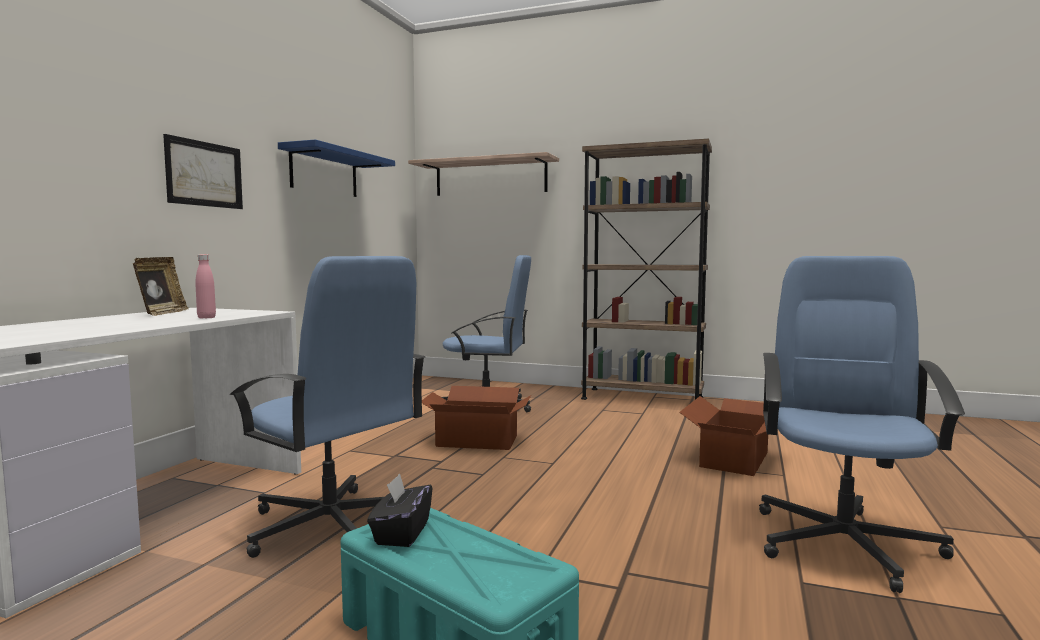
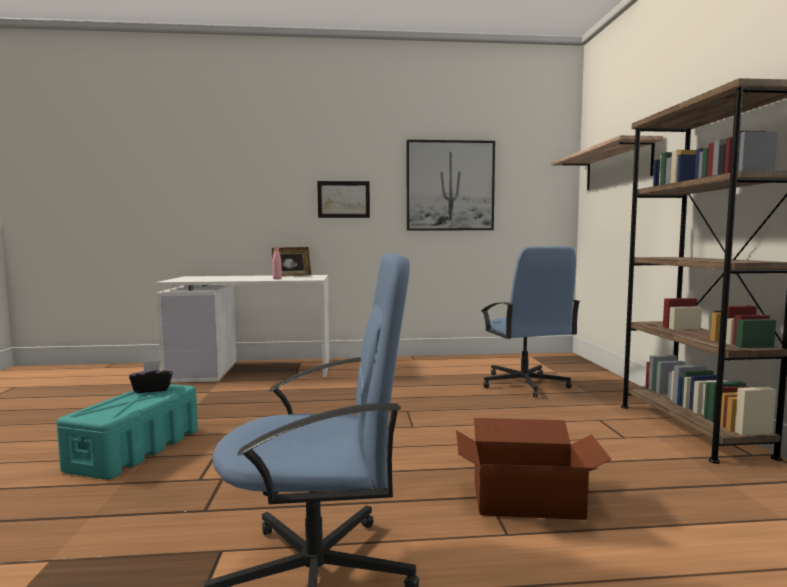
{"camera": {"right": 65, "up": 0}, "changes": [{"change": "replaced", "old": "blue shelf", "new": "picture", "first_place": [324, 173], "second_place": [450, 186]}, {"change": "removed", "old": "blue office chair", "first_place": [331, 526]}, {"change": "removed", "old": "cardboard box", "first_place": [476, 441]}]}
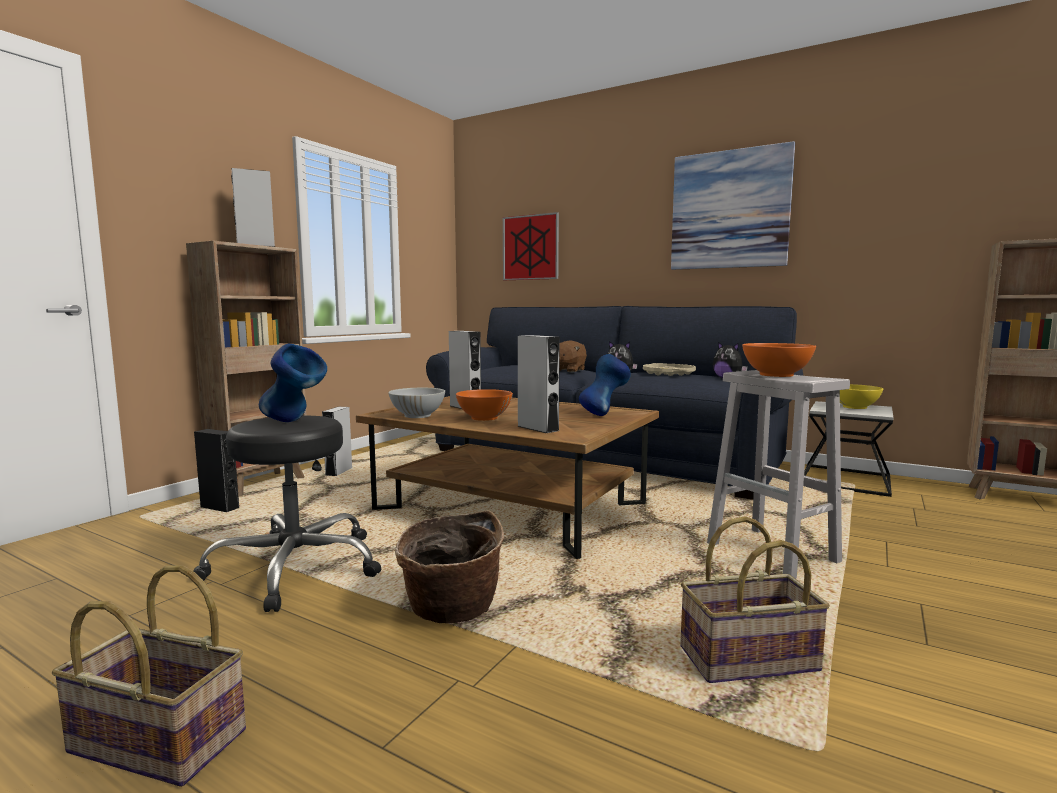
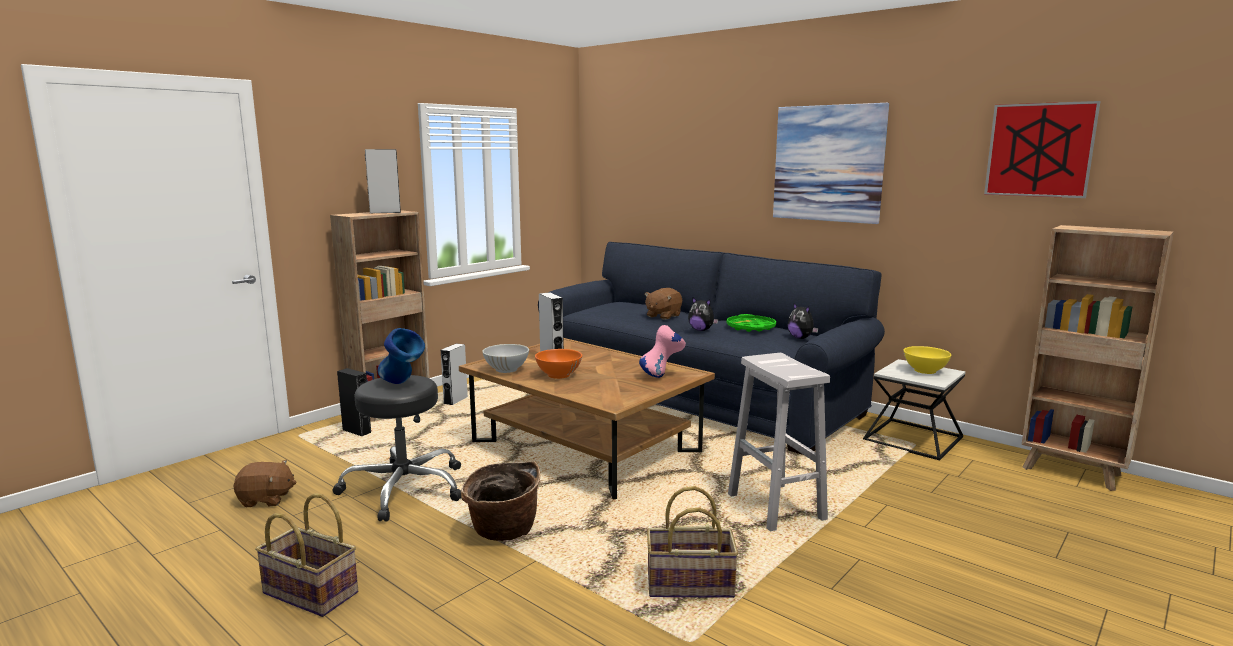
{"camera": {"right": 10, "up": 5}, "changes": [{"change": "moved", "old": "picture", "first_place": [530, 247], "second_place": [1039, 150]}, {"change": "removed", "old": "grey speaker", "first_place": [538, 428]}, {"change": "removed", "old": "orange bowl", "first_place": [776, 375]}, {"change": "recoloured", "old": "blue vase", "new": "pink vase", "first_place": [604, 415], "second_place": [662, 376]}, {"change": "recoloured", "old": "beige tray", "new": "green tray", "first_place": [668, 374], "second_place": [750, 327]}, {"change": "added", "new": "brown plush toy", "second_place": [266, 499]}]}
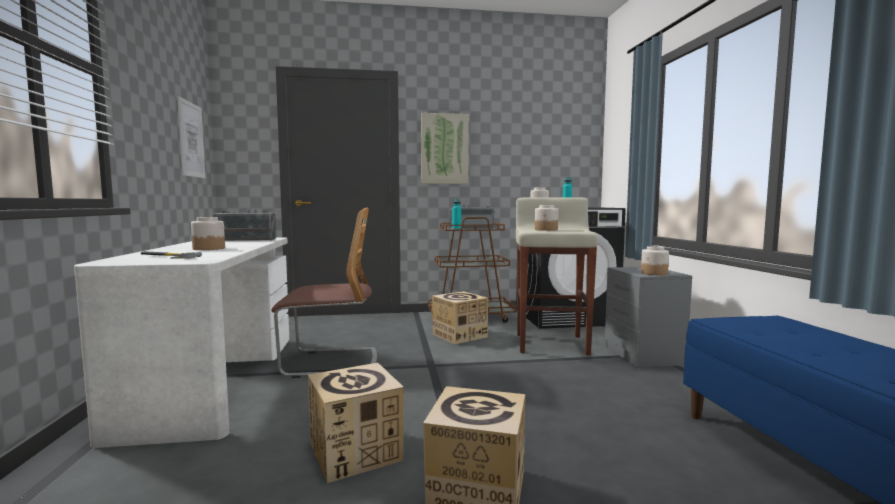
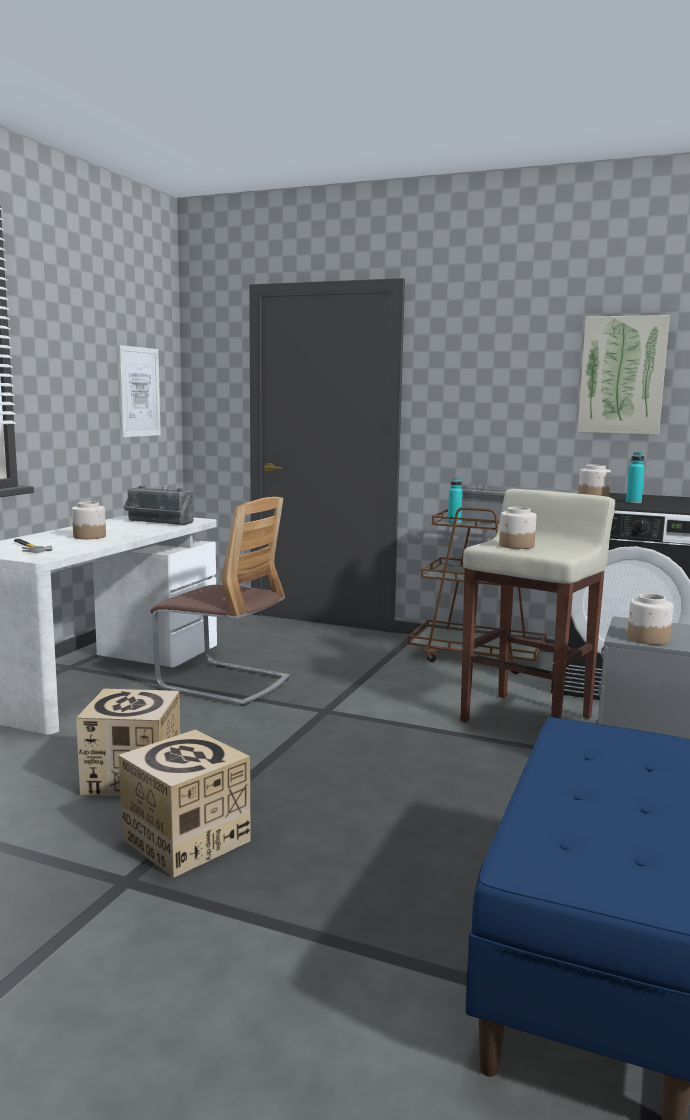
{"camera": {"right": 30, "up": 5}, "changes": [{"change": "moved", "old": "picture", "first_place": [444, 149], "second_place": [622, 375]}, {"change": "removed", "old": "cardboard box", "first_place": [459, 335]}]}
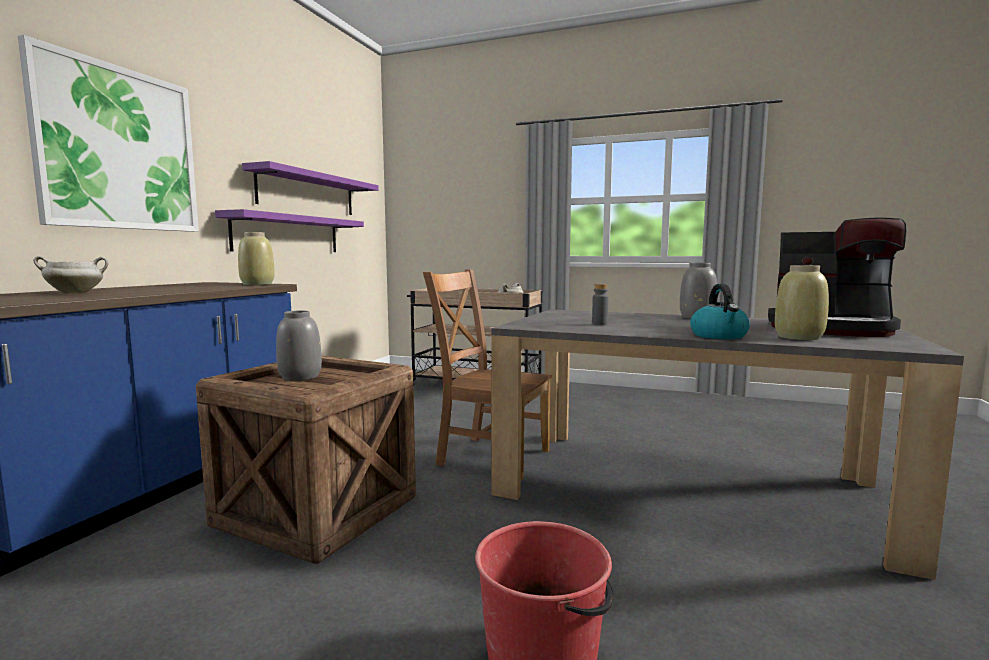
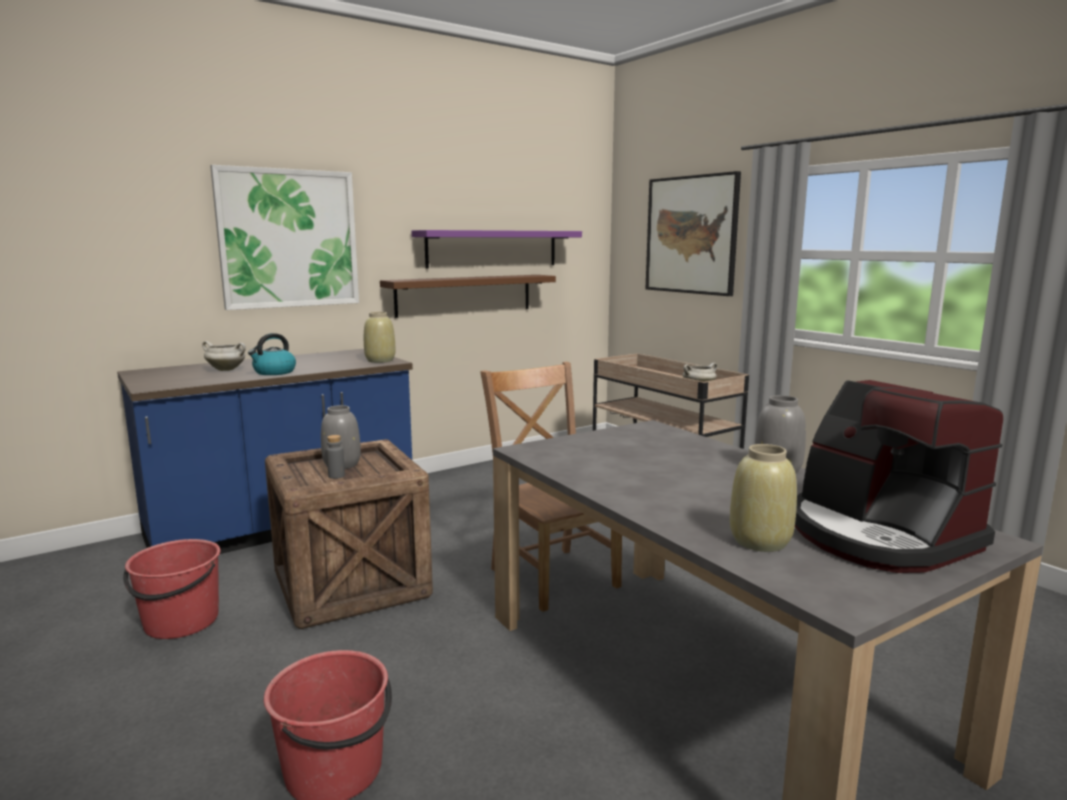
{"camera": {"right": 35, "up": 5}, "changes": [{"change": "recoloured", "old": "purple shelf", "new": "brown shelf", "first_place": [288, 234], "second_place": [465, 295]}, {"change": "moved", "old": "grey bottle", "first_place": [599, 323], "second_place": [336, 476]}, {"change": "moved", "old": "kettle", "first_place": [719, 336], "second_place": [274, 372]}, {"change": "added", "new": "picture", "second_place": [691, 235]}, {"change": "added", "new": "red bucket", "second_place": [181, 622]}]}
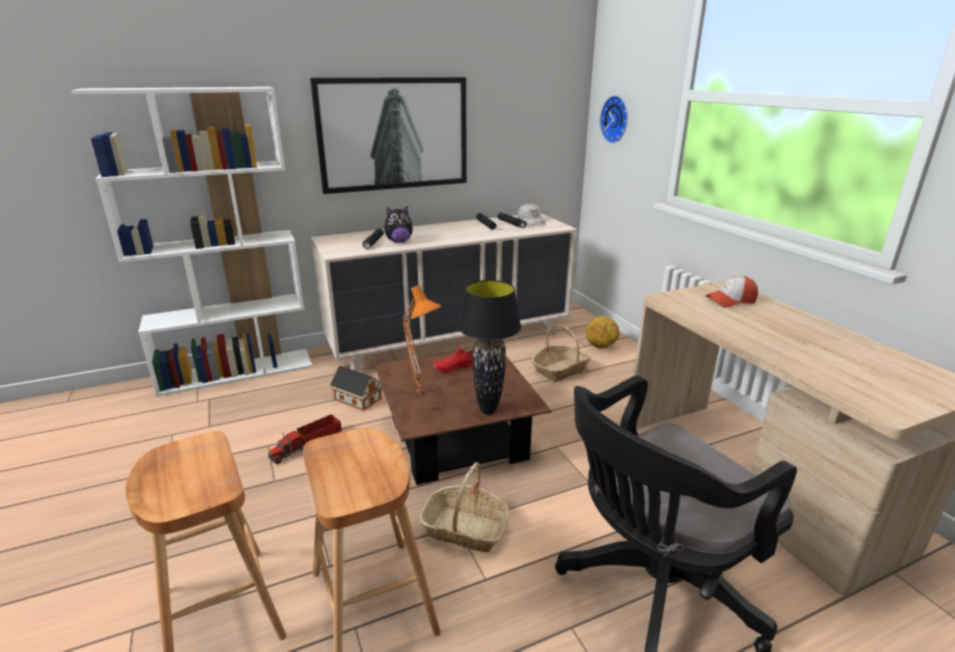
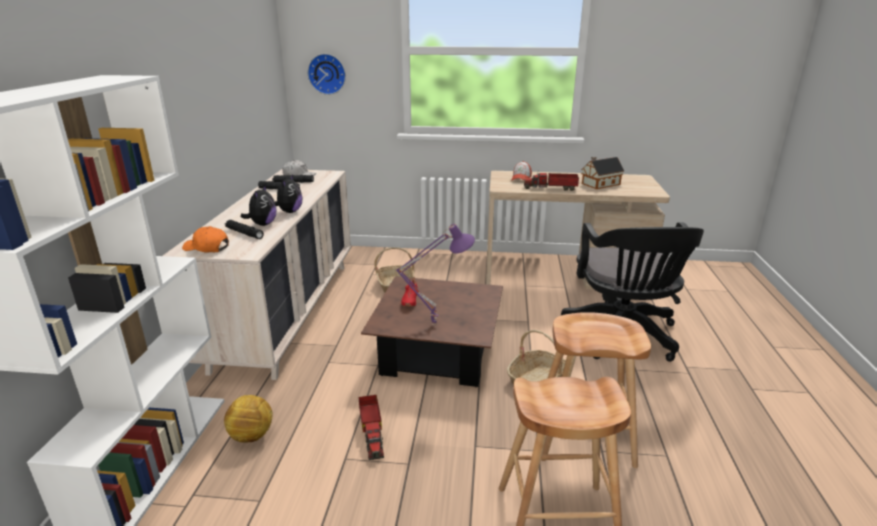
{"camera": {"right": -60, "up": 0}, "changes": [{"change": "removed", "old": "picture", "first_place": [394, 134]}, {"change": "removed", "old": "black table lamp", "first_place": [487, 410]}, {"change": "recoloured", "old": "orange table lamp", "new": "purple table lamp", "first_place": [420, 394], "second_place": [435, 323]}, {"change": "moved", "old": "football", "first_place": [601, 346], "second_place": [252, 435]}, {"change": "moved", "old": "toy house", "first_place": [357, 398], "second_place": [599, 184]}, {"change": "added", "new": "toy truck", "second_place": [552, 188]}, {"change": "added", "new": "plush toy", "second_place": [289, 211]}, {"change": "added", "new": "orange cap", "second_place": [206, 248]}]}
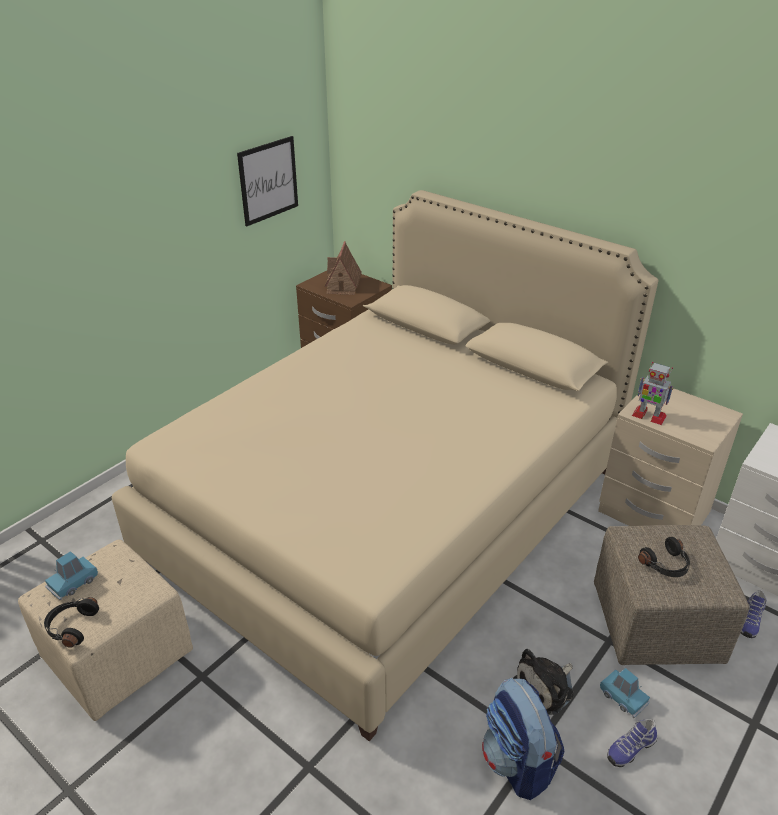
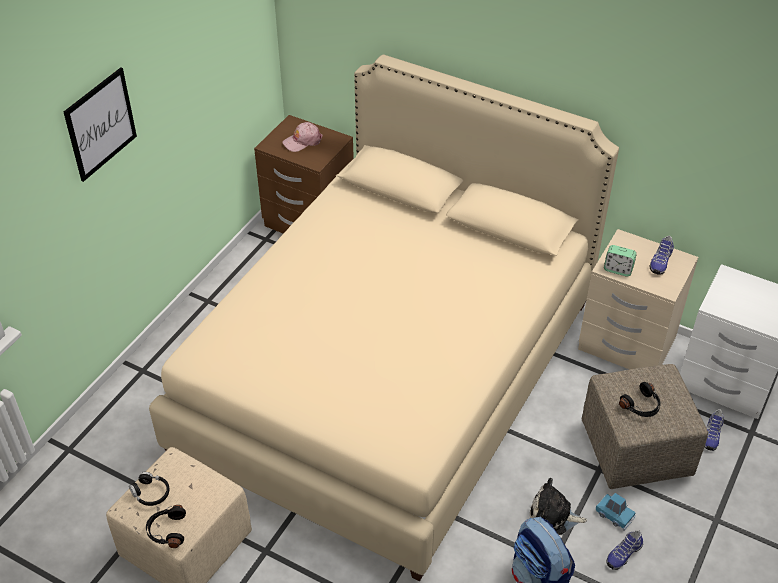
{"camera": {"right": -10, "up": 10}, "changes": [{"change": "moved", "old": "picture", "first_place": [268, 180], "second_place": [100, 124]}, {"change": "replaced", "old": "toy house", "new": "pink cap", "first_place": [343, 284], "second_place": [302, 141]}, {"change": "replaced", "old": "toy robot", "new": "alarm clock", "first_place": [648, 415], "second_place": [618, 269]}, {"change": "replaced", "old": "blue toy car", "new": "black headphones", "first_place": [73, 583], "second_place": [151, 493]}, {"change": "turned", "old": "plush toy", "first_place": [546, 687], "second_place": [553, 516], "degrees": 60}, {"change": "added", "new": "shoe", "second_place": [660, 262]}]}
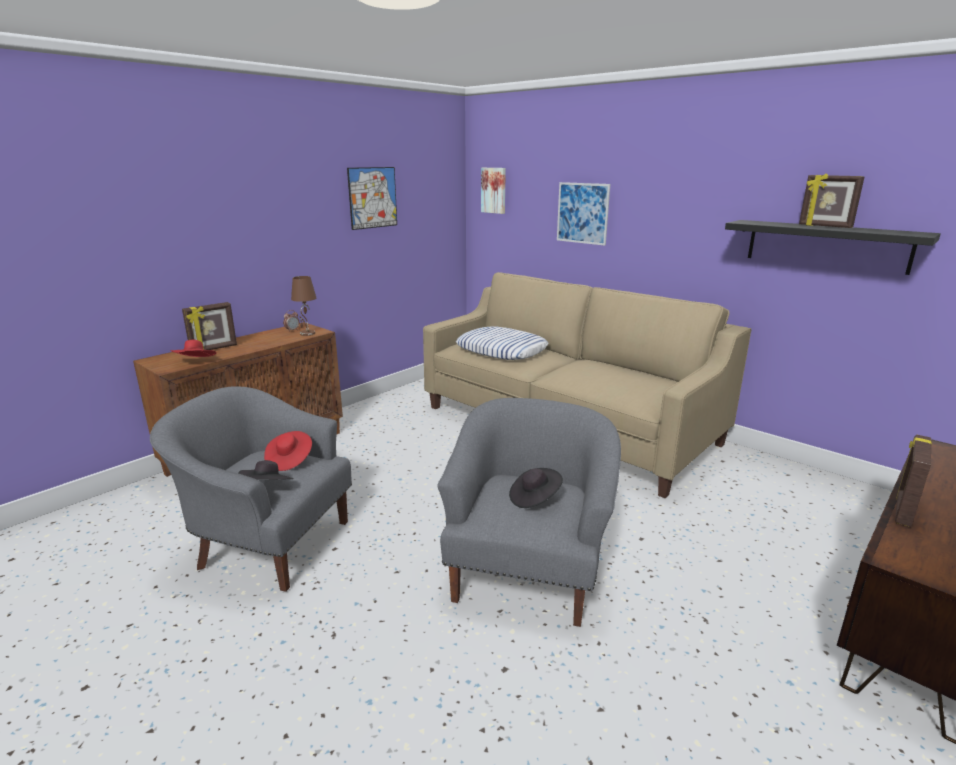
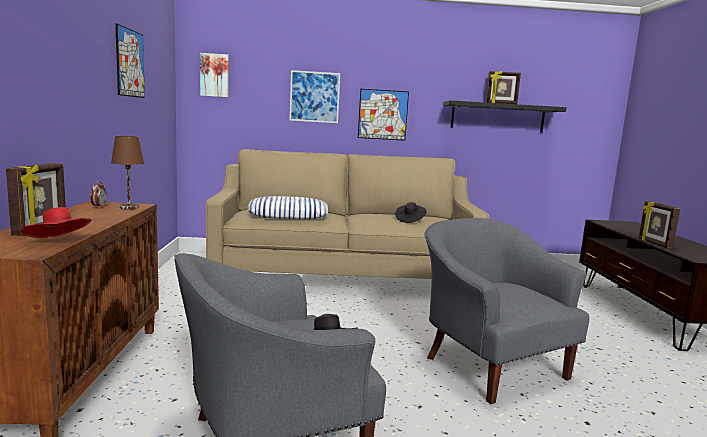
{"camera": {"right": -45, "up": -10}, "changes": [{"change": "removed", "old": "red hat", "first_place": [289, 460]}, {"change": "moved", "old": "black hat", "first_place": [534, 498], "second_place": [410, 220]}, {"change": "added", "new": "picture", "second_place": [383, 114]}]}
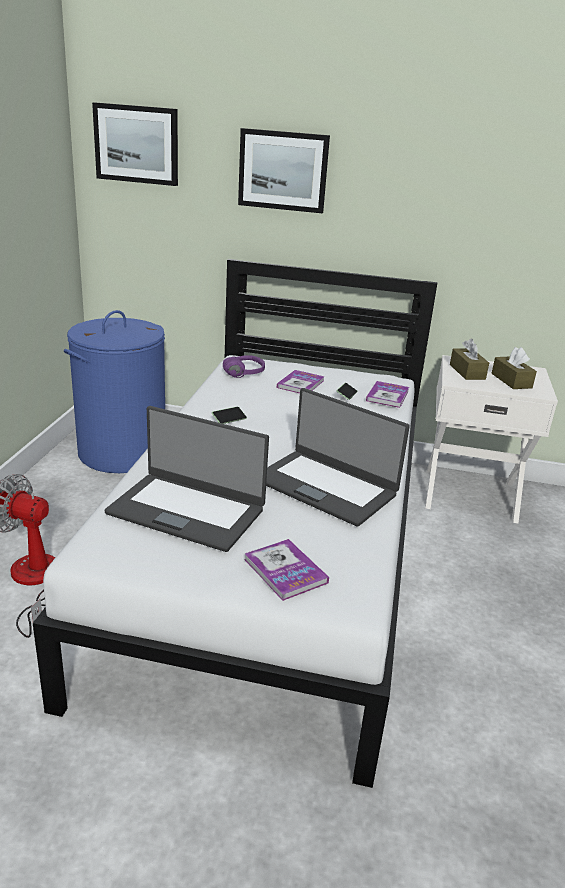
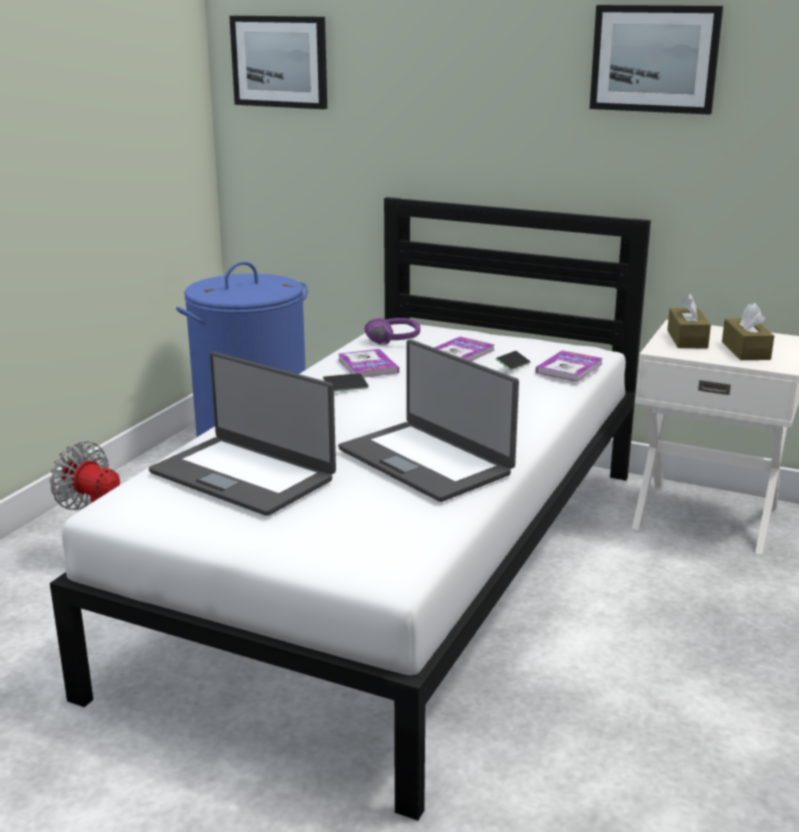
{"camera": {"right": 15, "up": -5}, "changes": [{"change": "moved", "old": "picture", "first_place": [283, 170], "second_place": [654, 59]}, {"change": "moved", "old": "book", "first_place": [285, 571], "second_place": [367, 366]}]}
